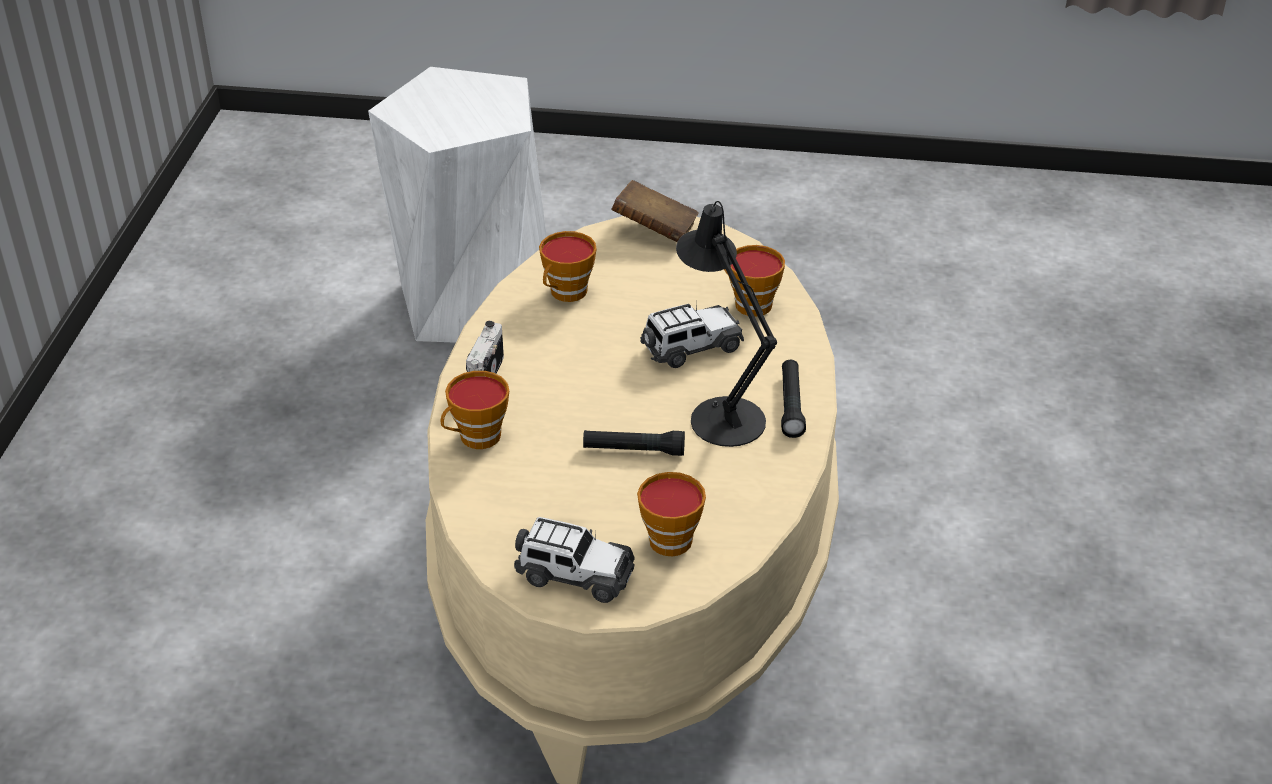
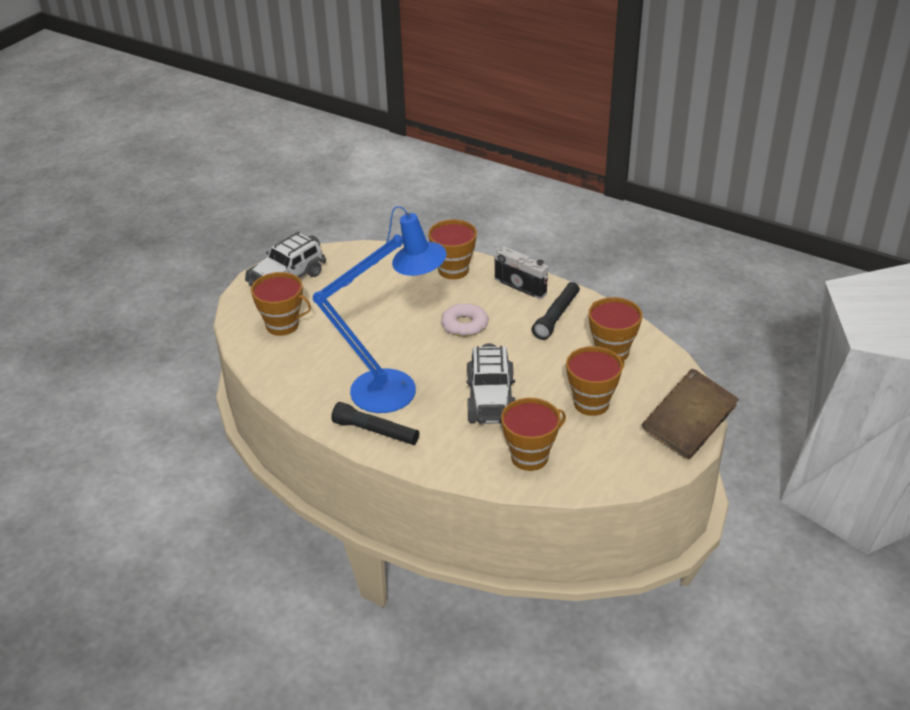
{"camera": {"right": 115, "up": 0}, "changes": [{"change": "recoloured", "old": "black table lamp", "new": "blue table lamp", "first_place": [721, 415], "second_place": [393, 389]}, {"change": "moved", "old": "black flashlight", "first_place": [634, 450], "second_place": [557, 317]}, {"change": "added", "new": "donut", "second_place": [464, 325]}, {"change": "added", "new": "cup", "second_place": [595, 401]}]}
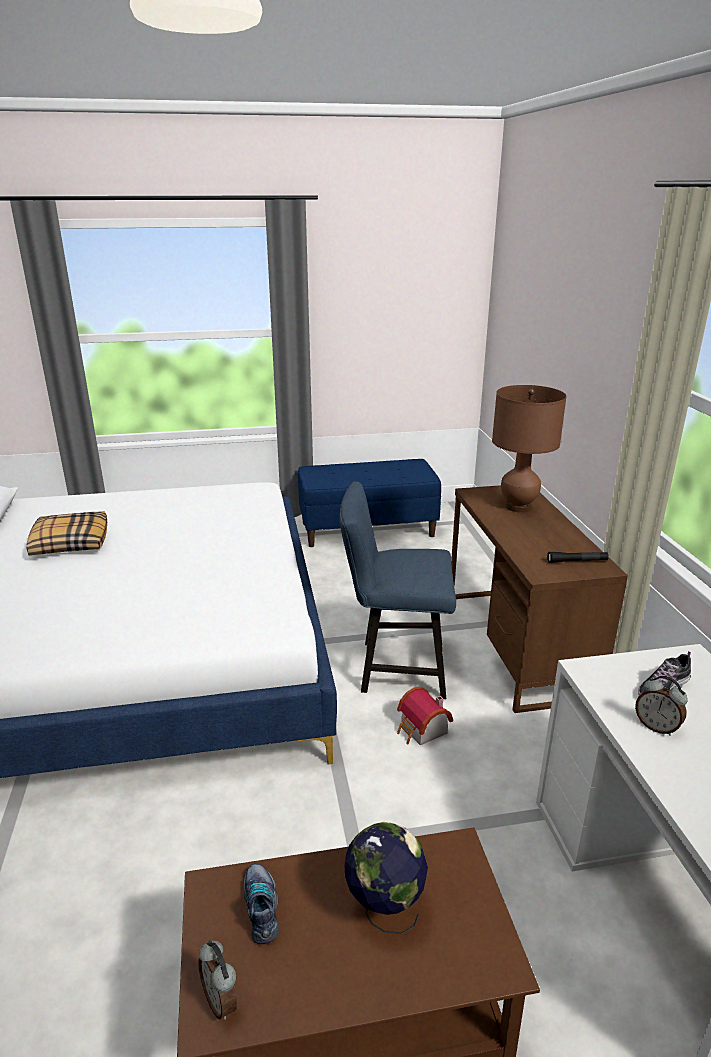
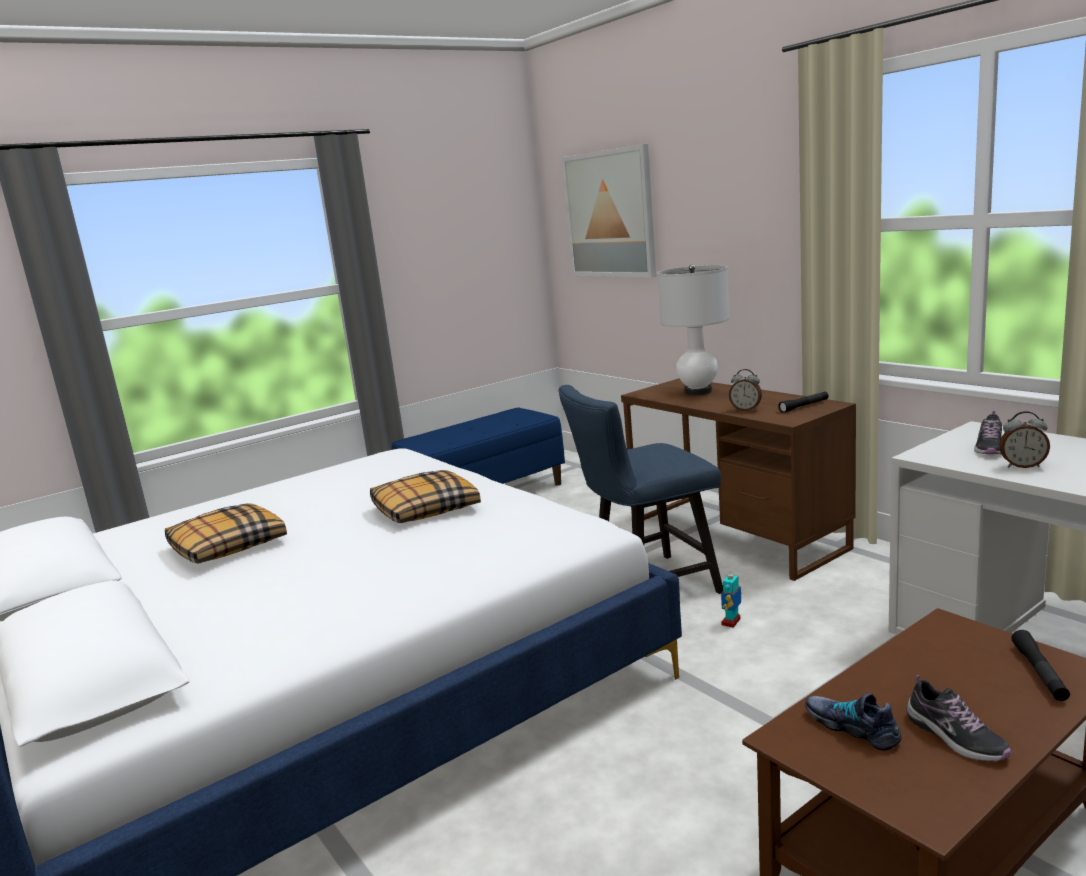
{"camera": {"right": -25, "up": -10}, "changes": [{"change": "recoloured", "old": "brown table lamp", "new": "white table lamp", "first_place": [518, 507], "second_place": [698, 391]}, {"change": "replaced", "old": "toy house", "new": "toy robot", "first_place": [422, 731], "second_place": [731, 622]}, {"change": "removed", "old": "globe", "first_place": [384, 909]}, {"change": "moved", "old": "alarm clock", "first_place": [221, 1000], "second_place": [746, 409]}, {"change": "added", "new": "picture", "second_place": [609, 214]}, {"change": "added", "new": "pillow", "second_place": [425, 509]}, {"change": "added", "new": "black flashlight", "second_place": [1039, 672]}, {"change": "added", "new": "shoe", "second_place": [955, 737]}]}
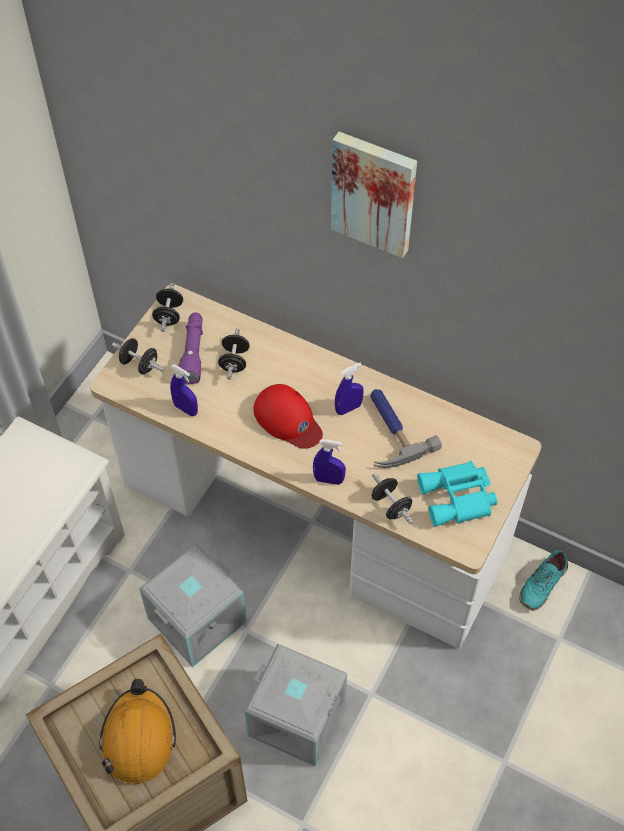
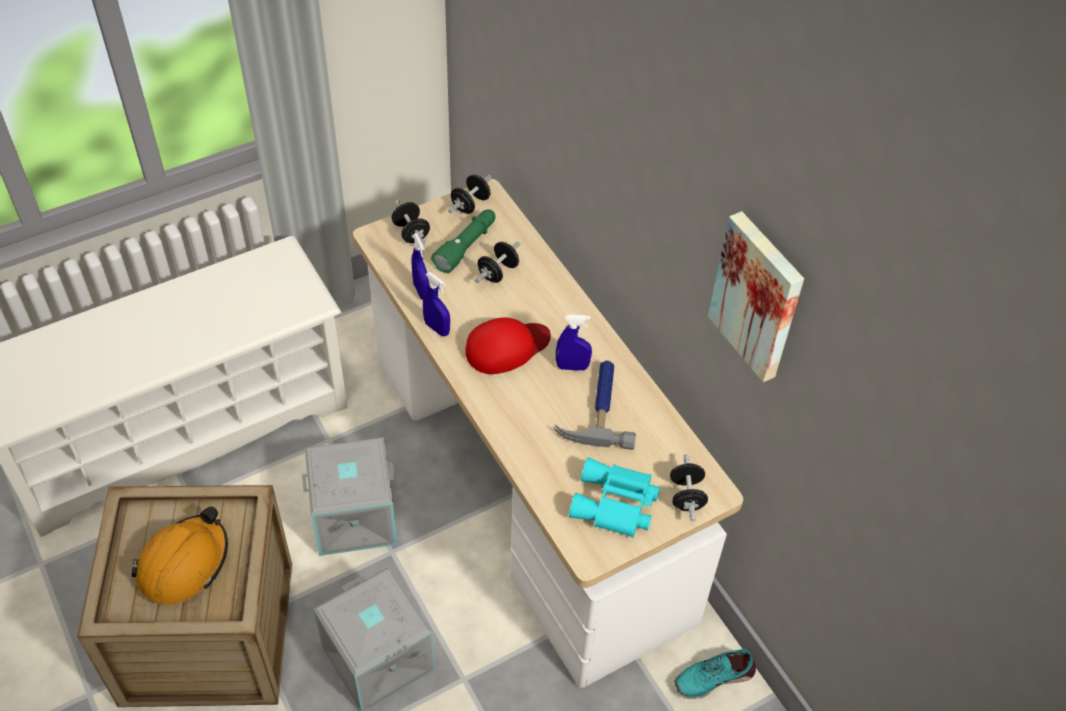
{"camera": {"right": 30, "up": -5}, "changes": [{"change": "moved", "old": "picture", "first_place": [374, 192], "second_place": [759, 296]}, {"change": "recoloured", "old": "purple flashlight", "new": "green flashlight", "first_place": [193, 353], "second_place": [466, 246]}, {"change": "turned", "old": "red cap", "first_place": [288, 419], "second_place": [507, 347], "degrees": -105}, {"change": "moved", "old": "blue spray bottle", "first_place": [328, 480], "second_place": [437, 328]}, {"change": "moved", "old": "black dumbbell", "first_place": [391, 506], "second_place": [686, 496]}]}
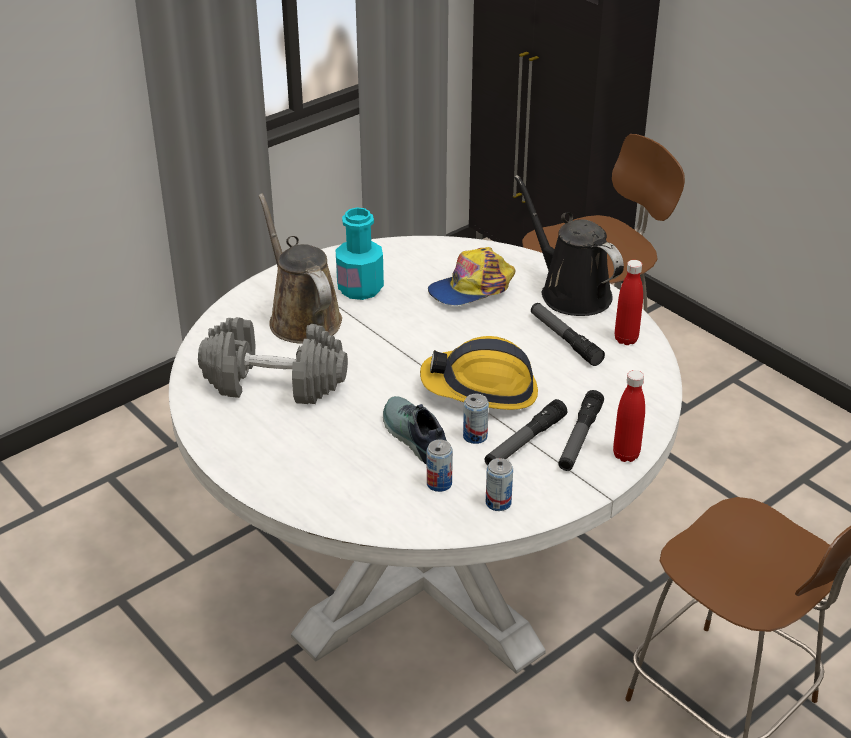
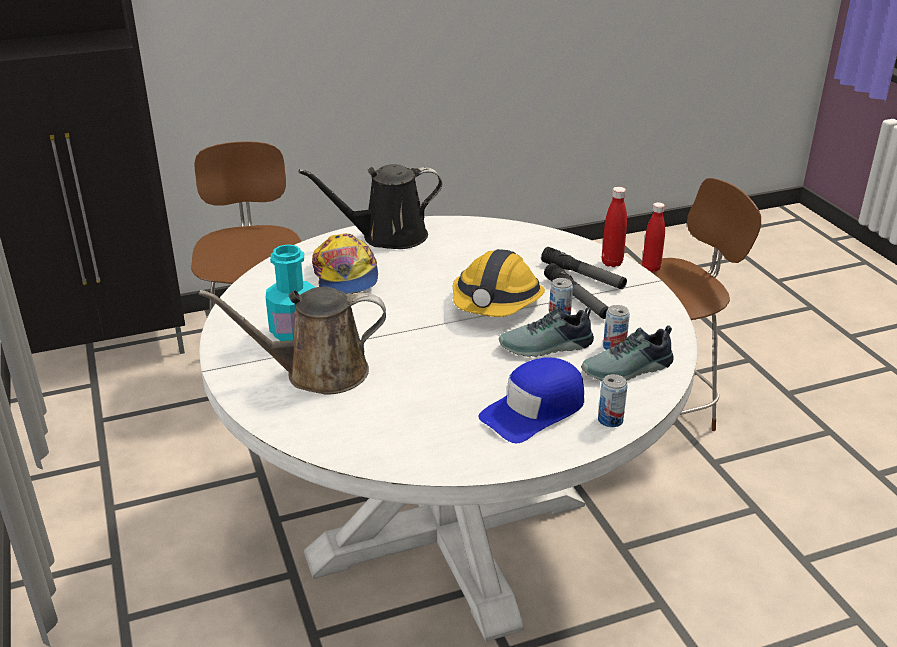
{"camera": {"right": -70, "up": -5}, "changes": [{"change": "moved", "old": "red bottle", "first_place": [626, 339], "second_place": [651, 268]}, {"change": "removed", "old": "flashlight", "first_place": [565, 339]}, {"change": "removed", "old": "grey dumbbell", "first_place": [275, 382]}, {"change": "moved", "old": "can", "first_place": [498, 503], "second_place": [610, 420]}, {"change": "added", "new": "shoe", "second_place": [628, 370]}, {"change": "added", "new": "blue cap", "second_place": [534, 410]}]}
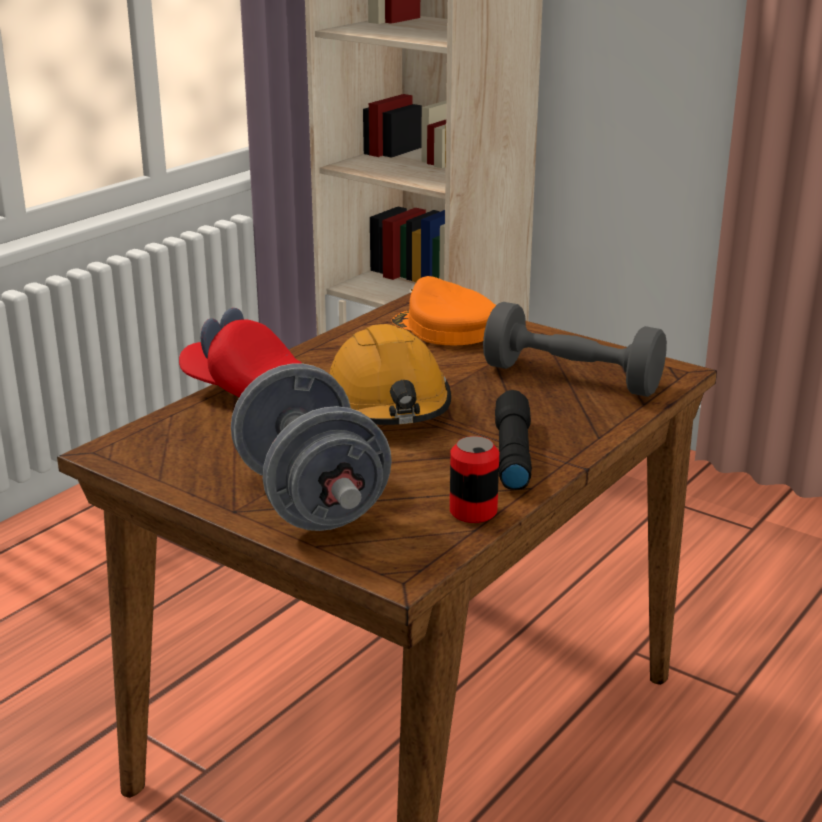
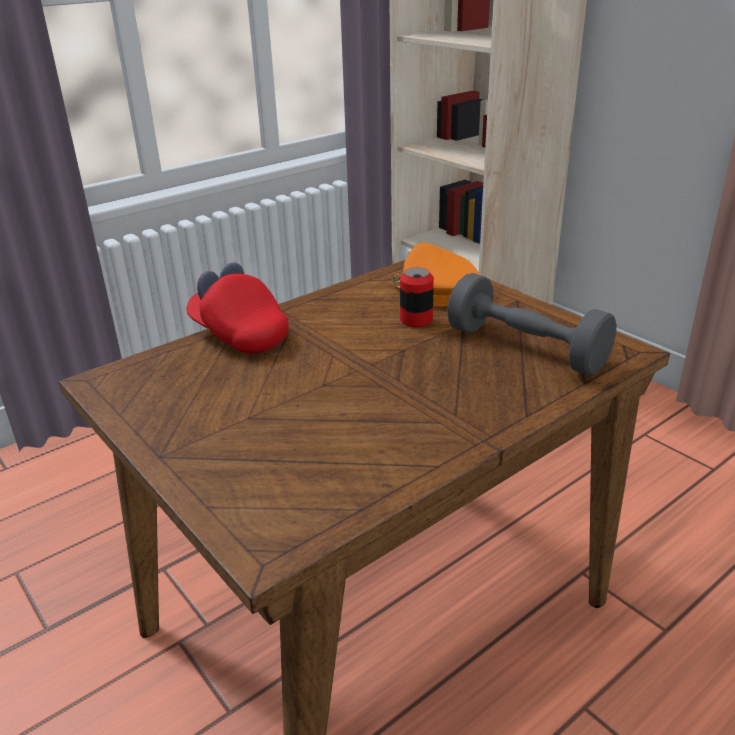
{"camera": {"right": 15, "up": 5}, "changes": [{"change": "removed", "old": "orange hard hat", "first_place": [388, 405]}, {"change": "removed", "old": "grey dumbbell", "first_place": [311, 500]}, {"change": "removed", "old": "black flashlight", "first_place": [511, 453]}, {"change": "moved", "old": "can", "first_place": [473, 511], "second_place": [416, 320]}]}
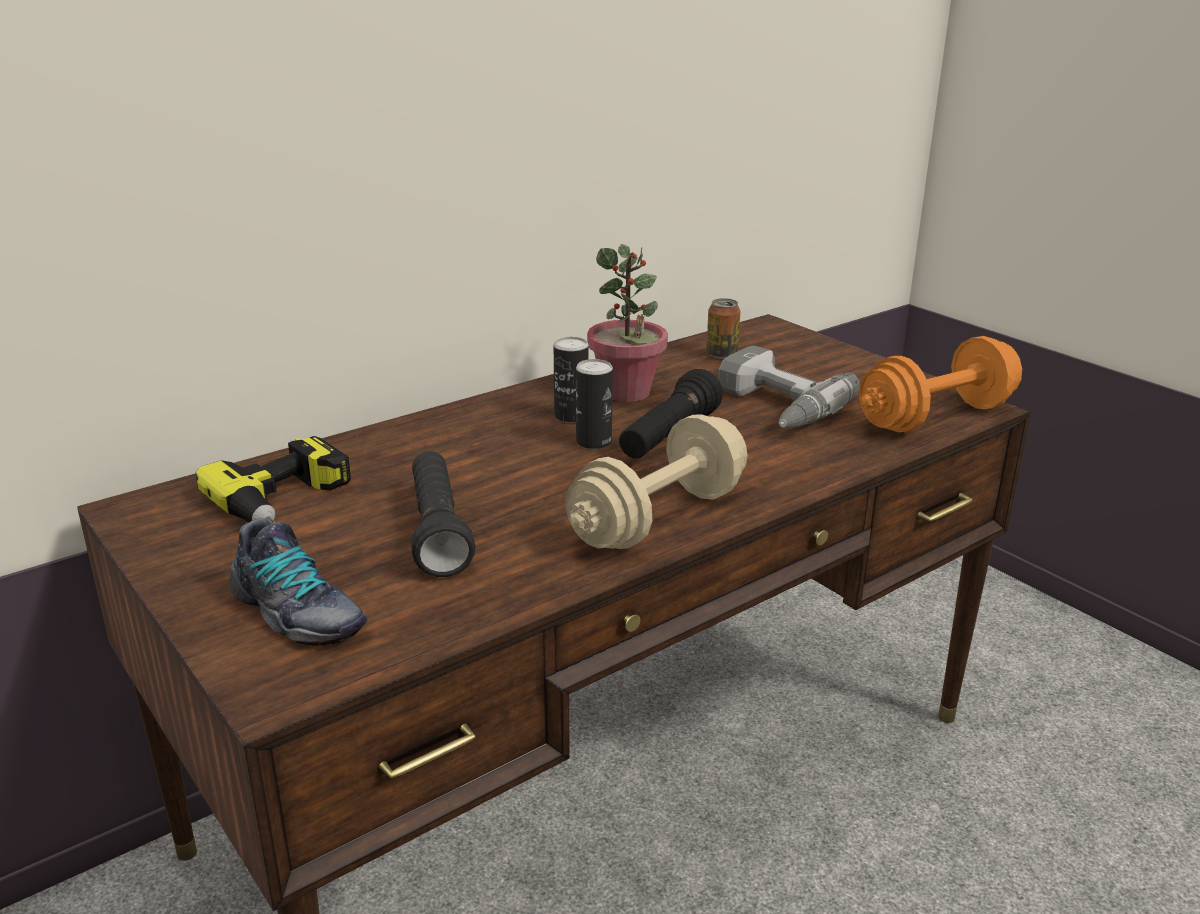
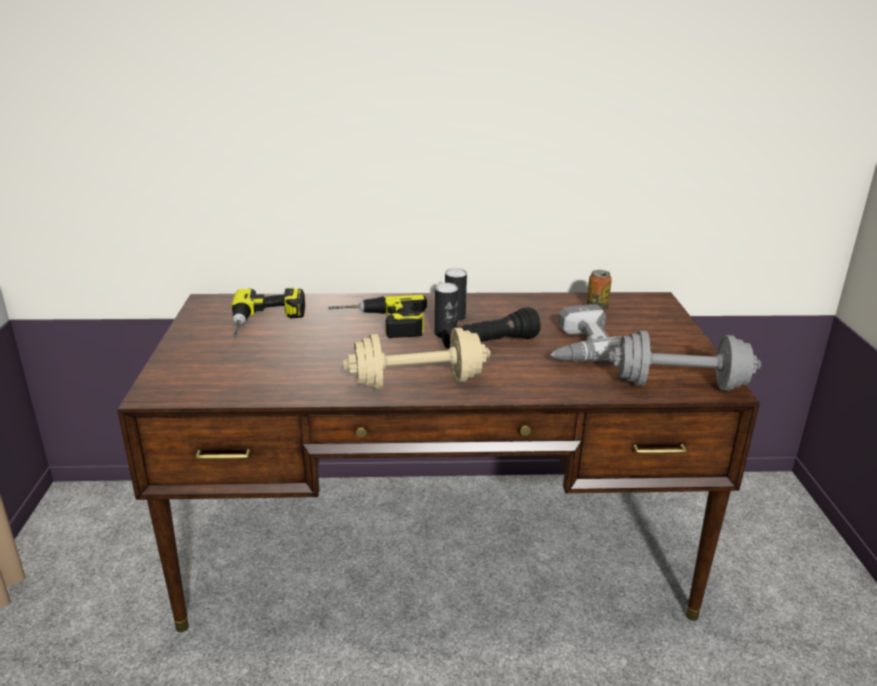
{"camera": {"right": 35, "up": 0}, "changes": [{"change": "removed", "old": "potted plant", "first_place": [627, 392]}, {"change": "recoloured", "old": "orange dumbbell", "new": "grey dumbbell", "first_place": [936, 417], "second_place": [679, 384]}, {"change": "removed", "old": "black flashlight", "first_place": [437, 531]}, {"change": "removed", "old": "shoe", "first_place": [296, 614]}, {"change": "added", "new": "power drill", "second_place": [380, 324]}]}
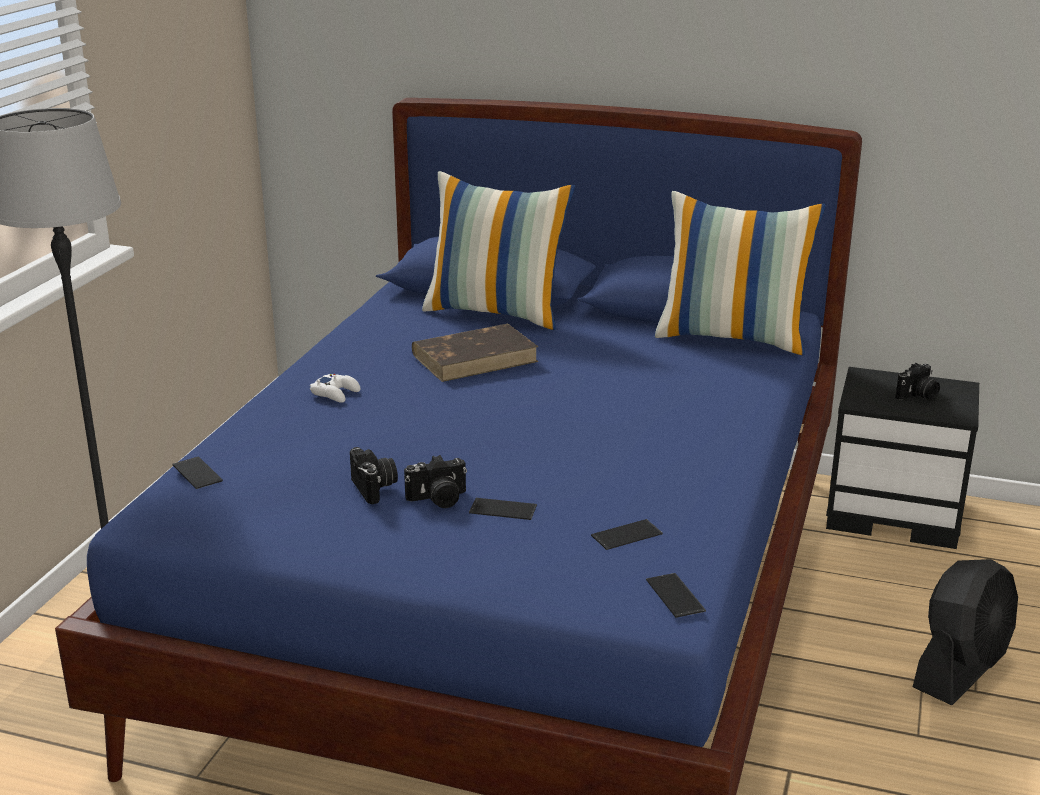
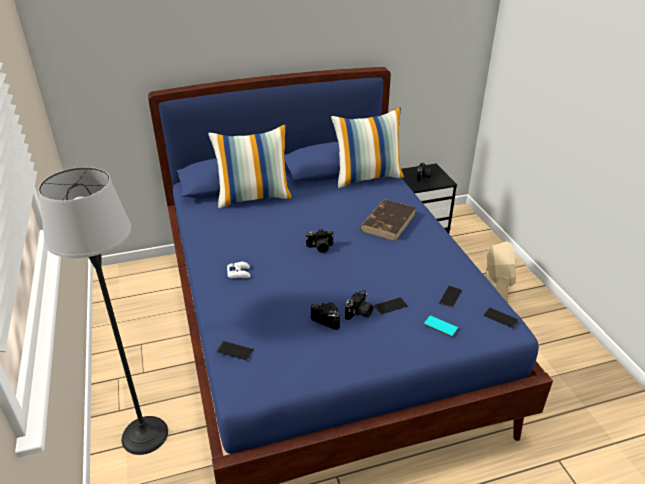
{"camera": {"right": -35, "up": 10}, "changes": [{"change": "moved", "old": "brown book", "first_place": [475, 358], "second_place": [388, 222]}, {"change": "recoloured", "old": "black fan", "new": "beige fan", "first_place": [960, 669], "second_place": [496, 286]}, {"change": "added", "new": "photo camera", "second_place": [320, 248]}, {"change": "added", "new": "phone", "second_place": [440, 326]}]}
